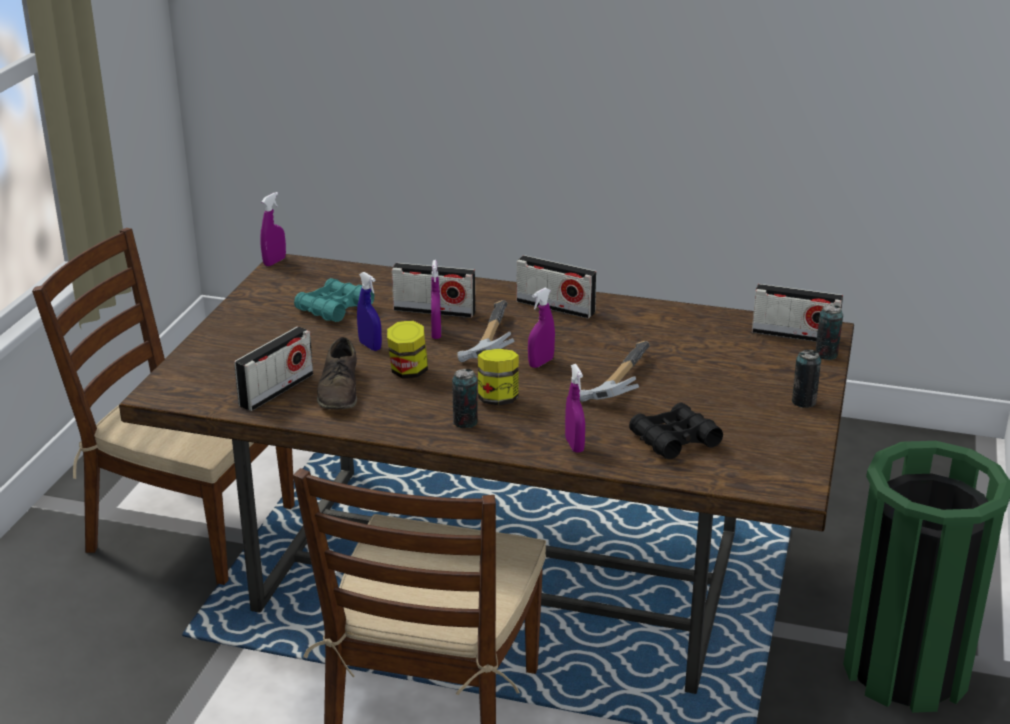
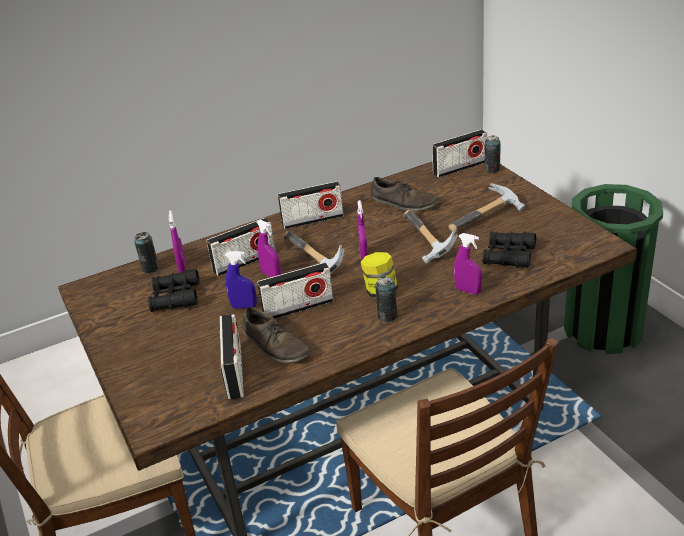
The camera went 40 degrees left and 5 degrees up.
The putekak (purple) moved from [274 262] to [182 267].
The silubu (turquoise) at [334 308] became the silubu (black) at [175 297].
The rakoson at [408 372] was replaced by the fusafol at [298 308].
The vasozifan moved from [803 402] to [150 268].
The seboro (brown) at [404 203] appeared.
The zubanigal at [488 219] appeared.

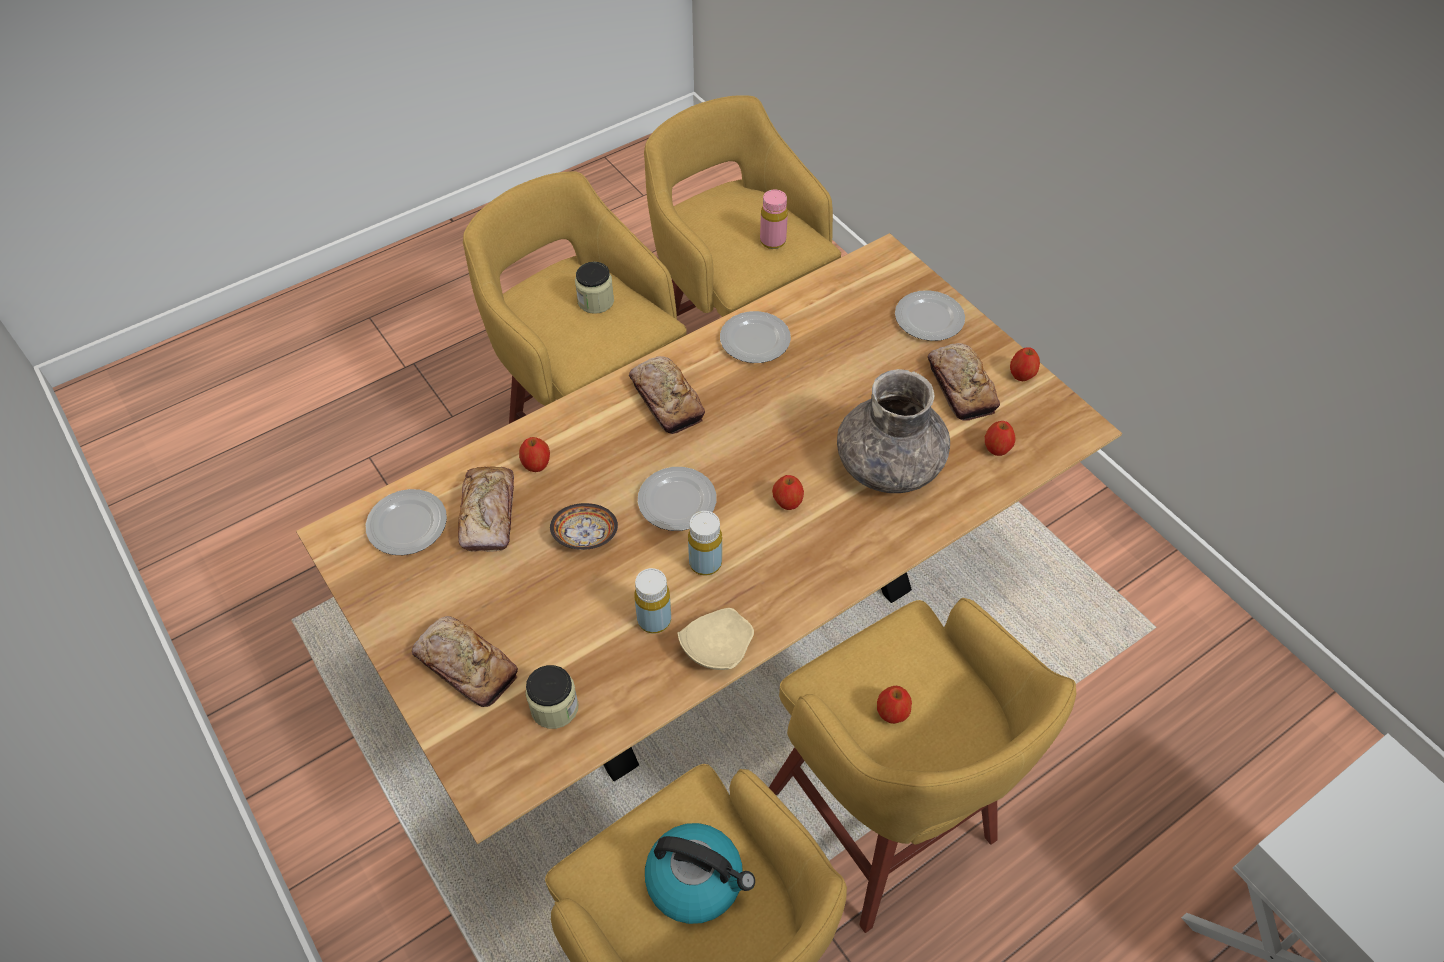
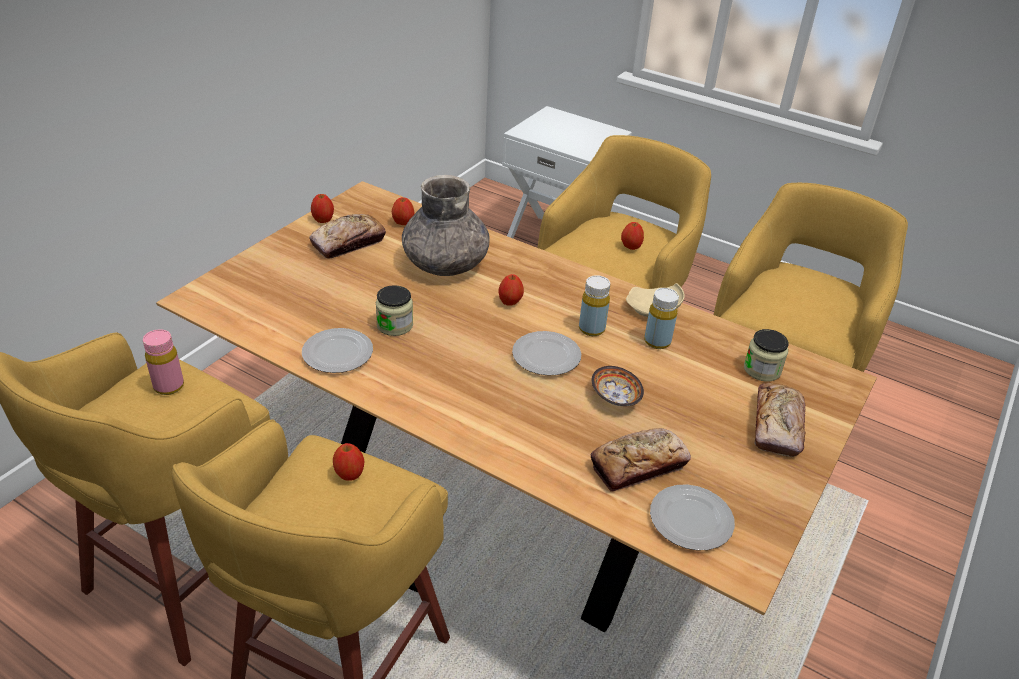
The camera went 115 degrees left and 15 degrees down.
The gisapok moved from [536 465] to [349 474].
The rakoson moved from [596 301] to [395 325].
The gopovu at [666 400] disappeared.
The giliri at [696 880] disappeared.
The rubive at [928 319] disappeared.

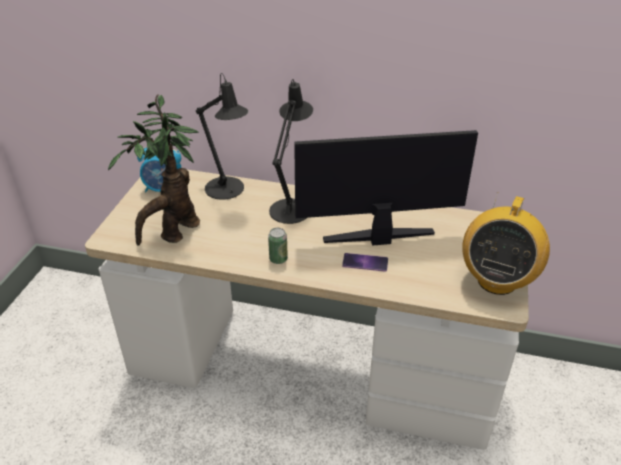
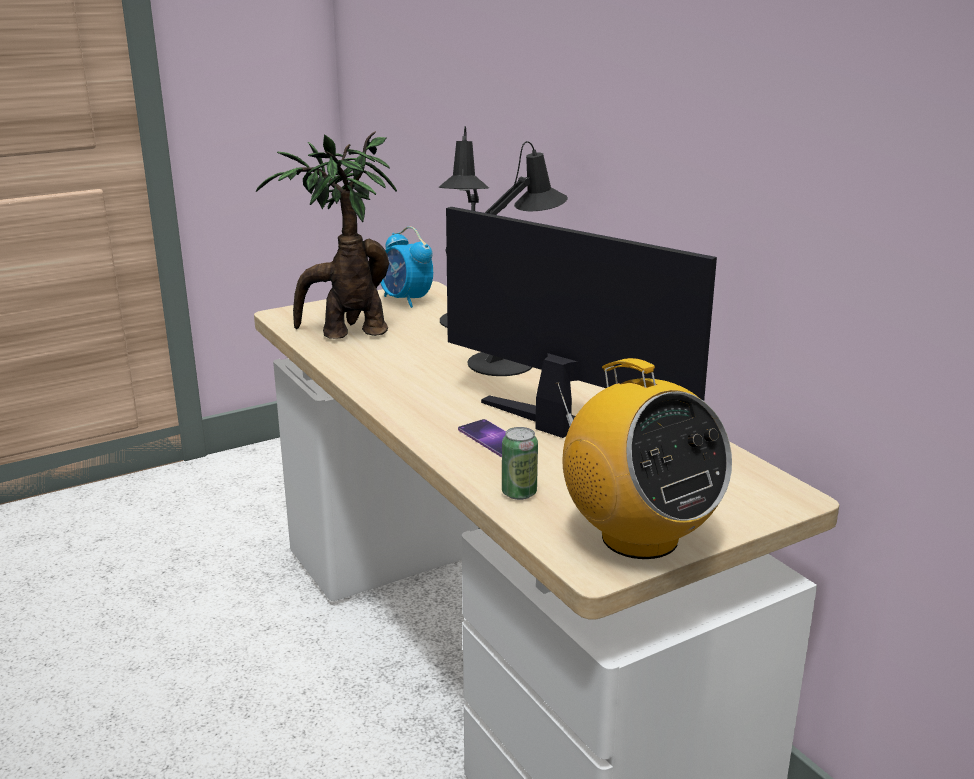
The camera went 45 degrees right and 15 degrees down.
The vasozifan moved from [278 259] to [519 493].
The fusafol at [496 280] turned 105 degrees counterclockwise.

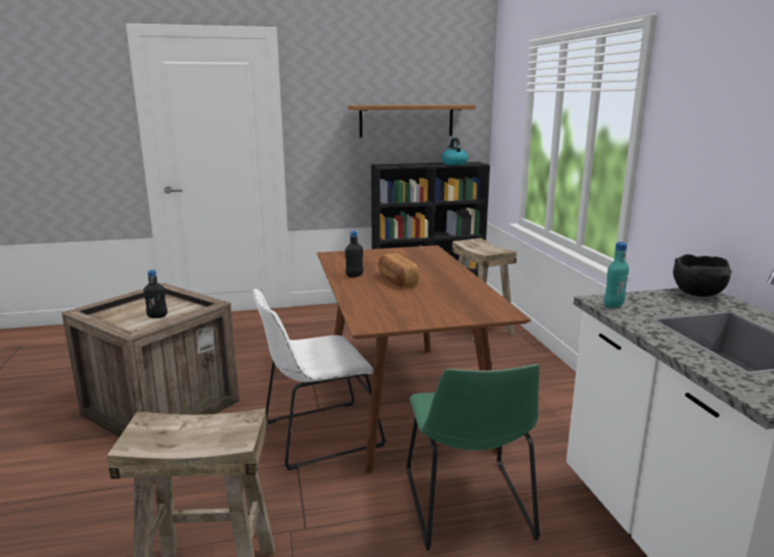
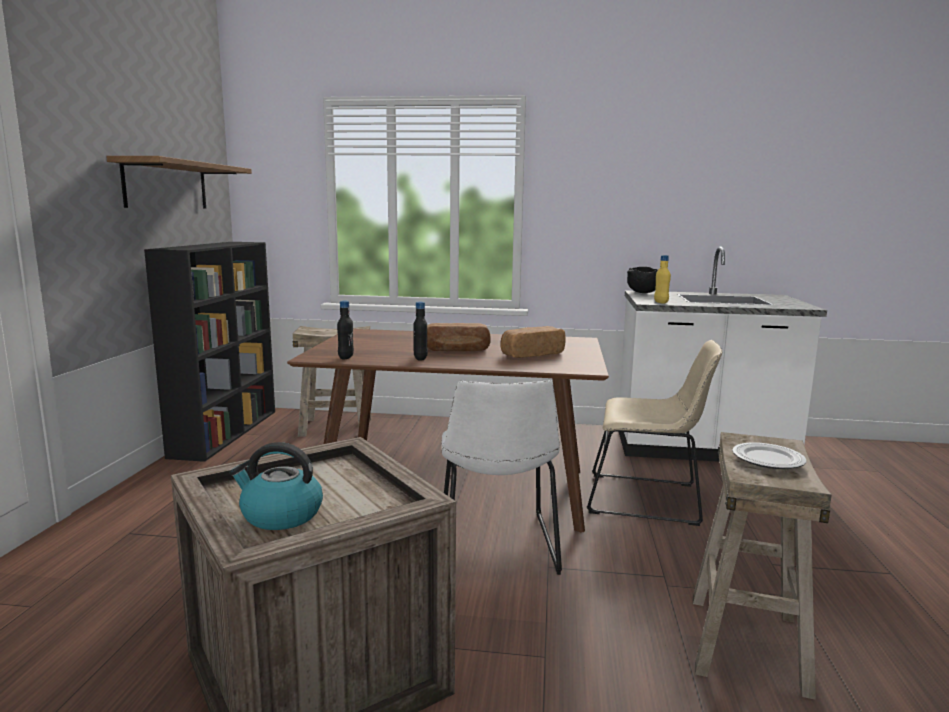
The camera went 70 degrees left and 5 degrees down.
The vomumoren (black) moved from [157 316] to [346 357].
The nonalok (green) at [468 508] became the nonalok (beige) at [649 499].
The giliri moved from [454 163] to [280 515].
The vomumoren (turquoise) at [613 305] became the vomumoren (yellow) at [661 302].
The gopovu at [531 354] appeared.
The rubive at [768 459] appeared.

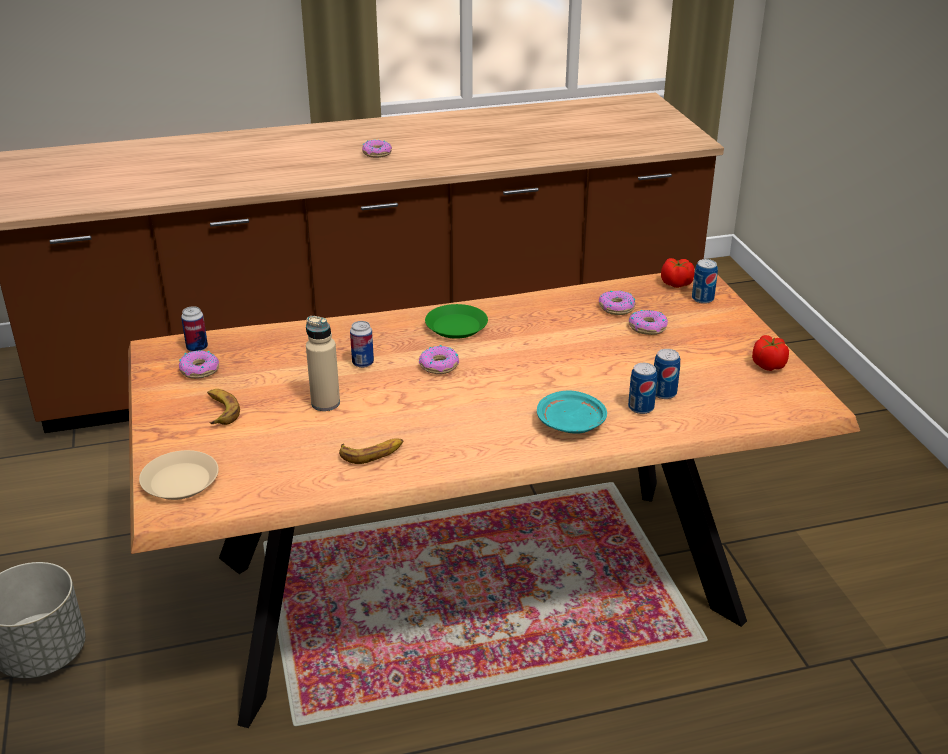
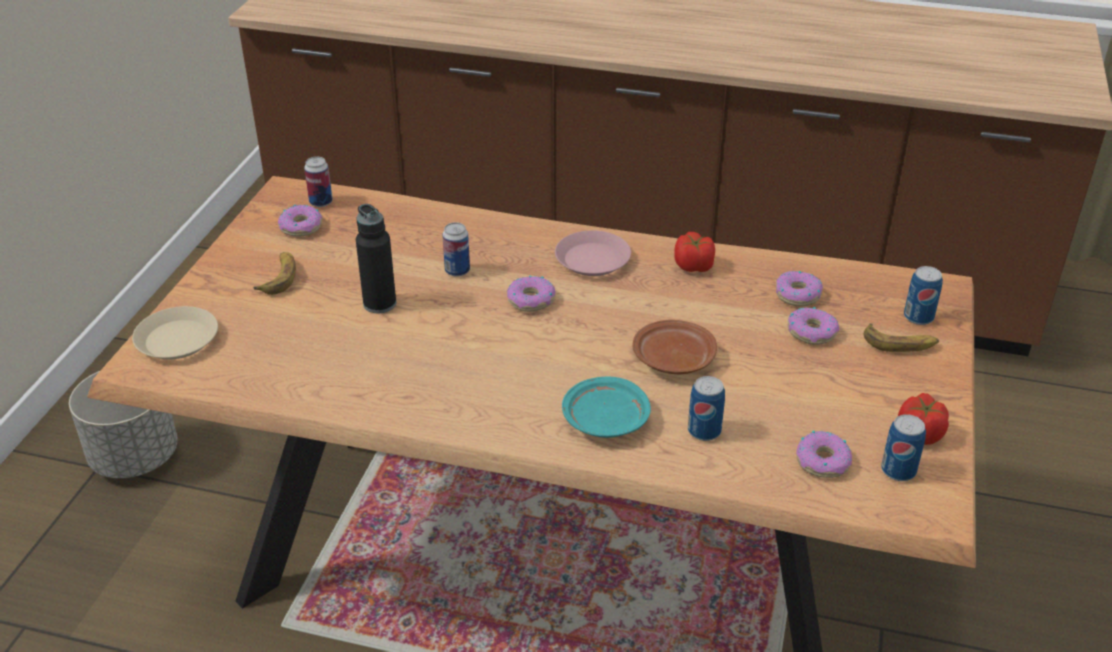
The camera went 30 degrees right and 5 degrees up.
The vomumoren (beige) at [325 403] became the vomumoren (black) at [379 304].
The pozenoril moved from [372 453] to [900 344].
The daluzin moved from [377 153] to [823 461].
The rubive (green) at [456 326] became the rubive (pink) at [593 260].
The vasozifan moved from [664 393] to [898 470].
The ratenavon moved from [676 284] to [694 266].
The rubive (brown) at [672 359] appeared.

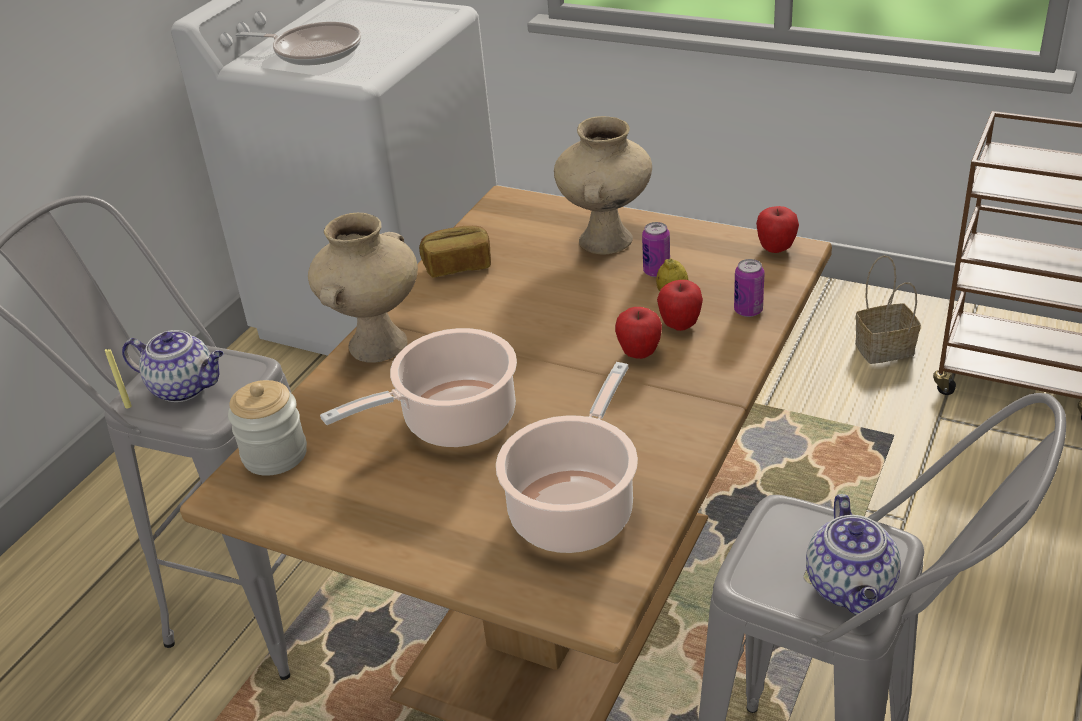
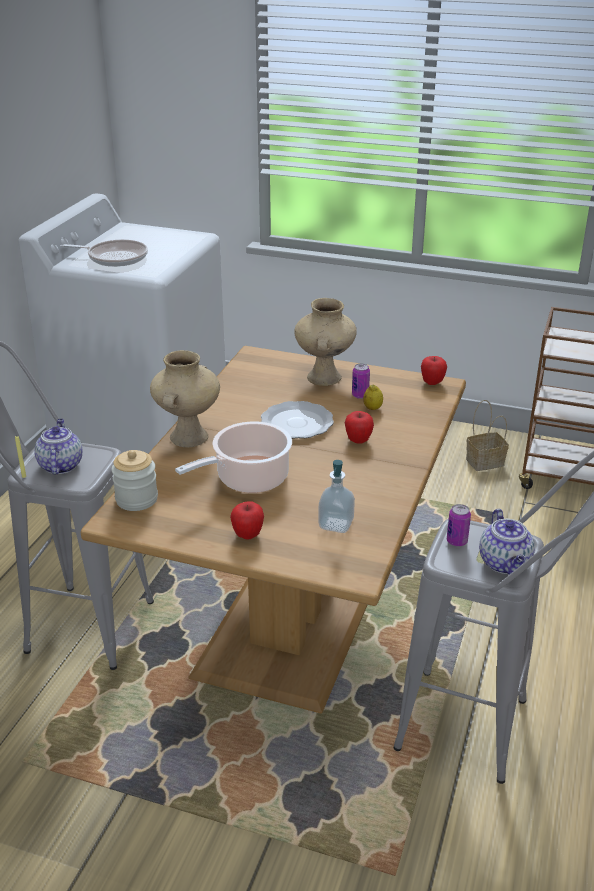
The camera went 10 degrees left and 5 degrees down.
The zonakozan at [185 387] turned 105 degrees counterclockwise.
The gopovu at [458 265] disappeared.
The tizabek at [575 508] was replaced by the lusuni at [336 524].
The gisapok moved from [680 325] to [248 535].
The vasozifan moved from [748 310] to [456 541].
The rubive at [297 423] appeared.

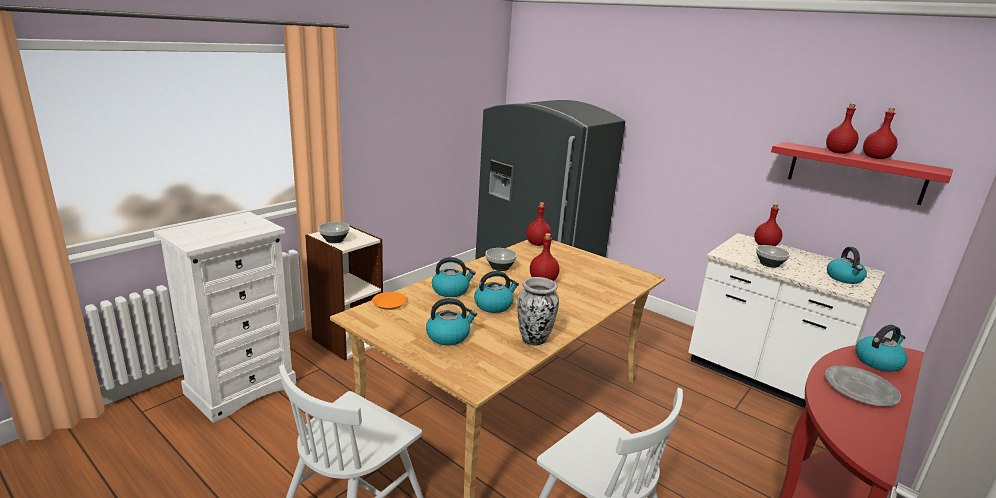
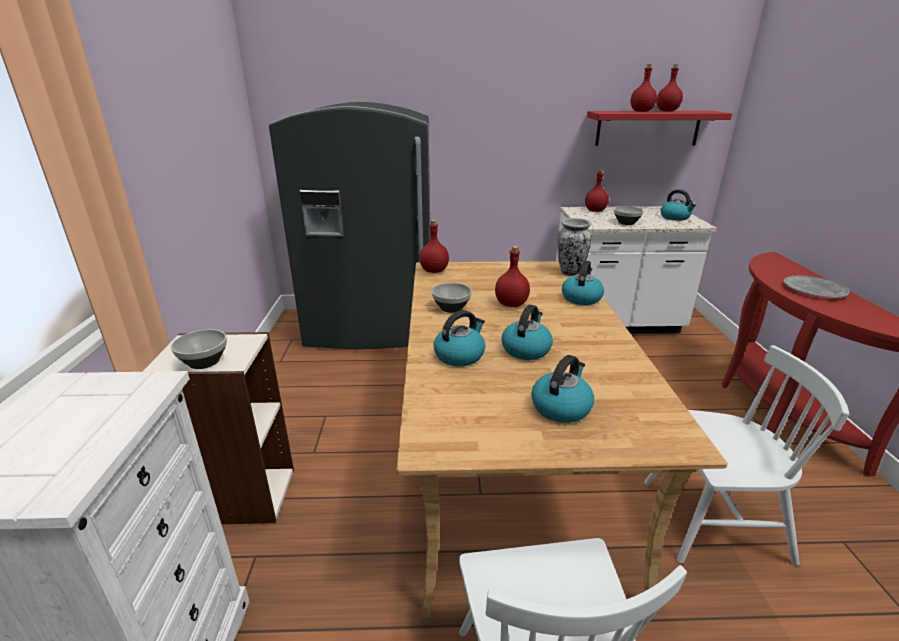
The camera went 40 degrees left and 5 degrees up.
The rubive (orange) at [389 303] disappeared.
The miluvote moved from [534 340] to [570 272].
The giliri moved from [878 361] to [581 298].

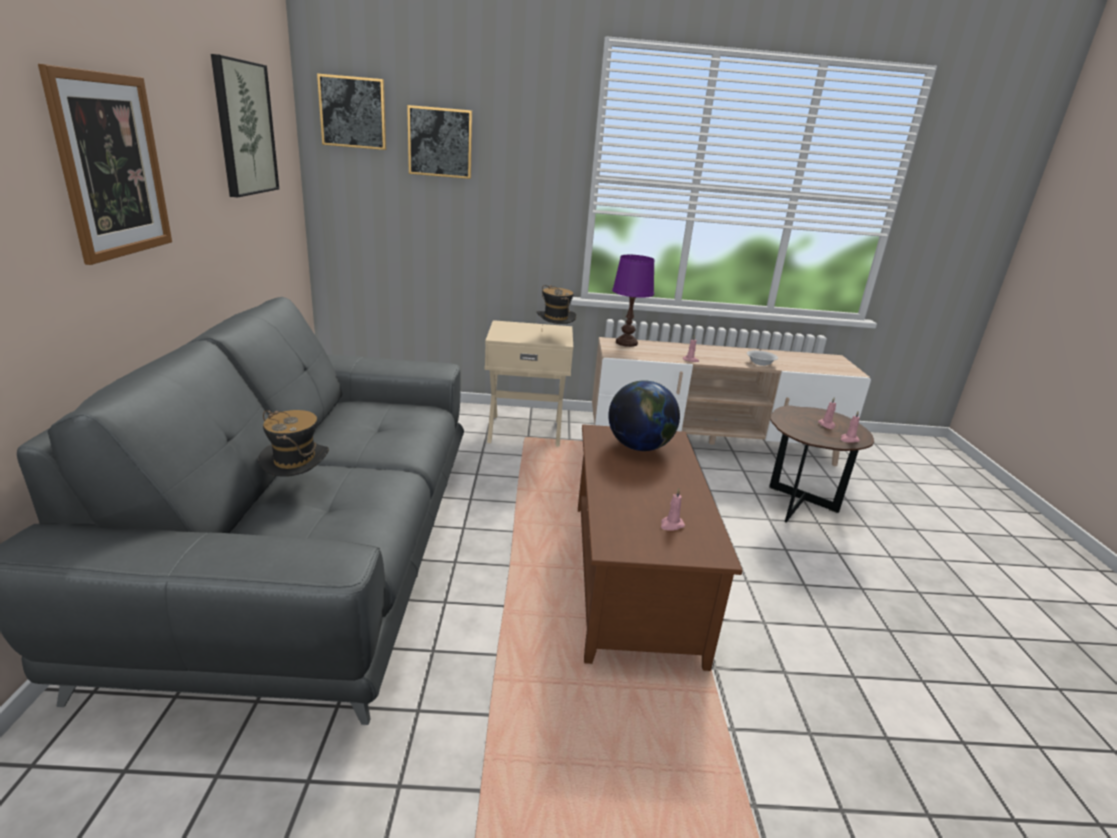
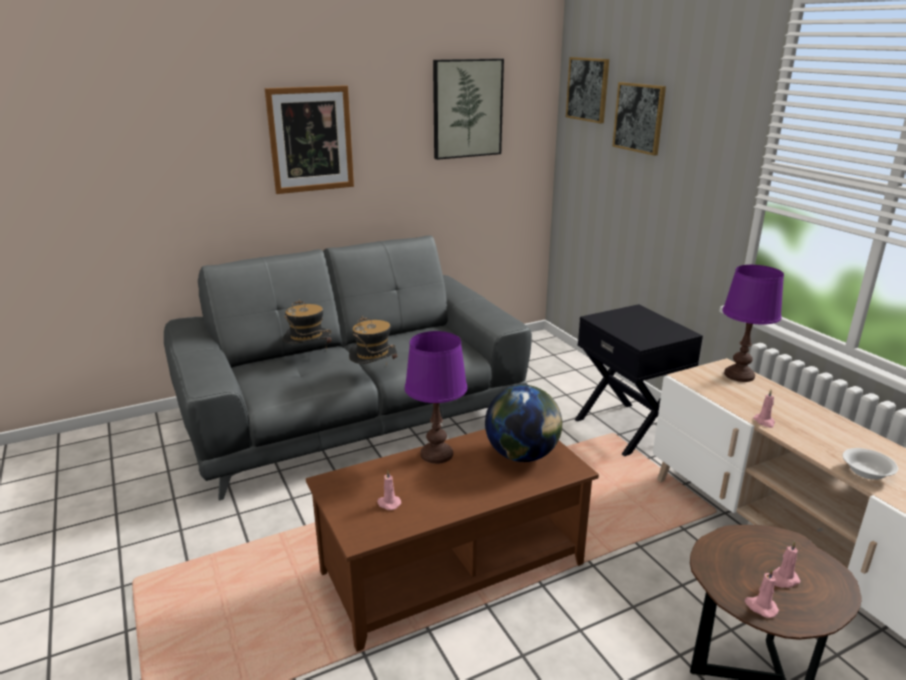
The camera went 65 degrees right and 0 degrees up.
The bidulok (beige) at [525 430] became the bidulok (black) at [628 428].
The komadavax moved from [554 338] to [374 375].
The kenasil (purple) at [437 454] appeared.

